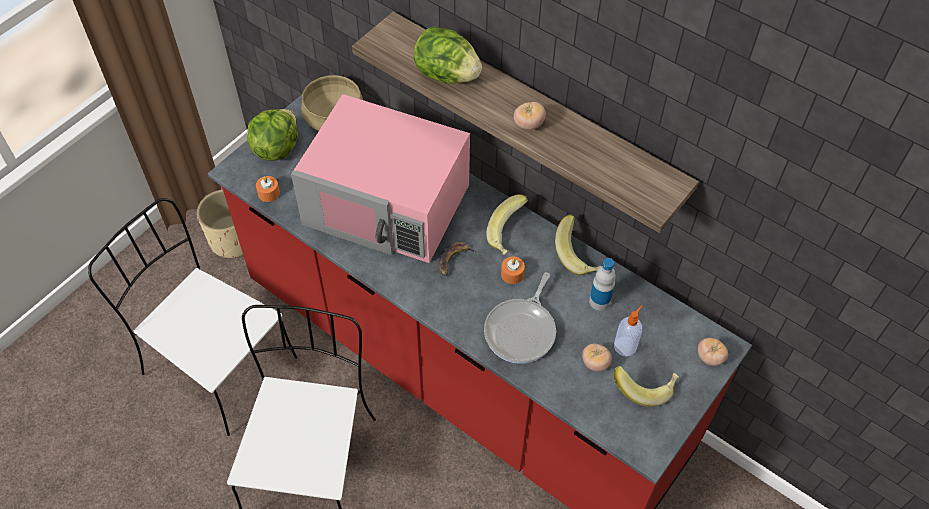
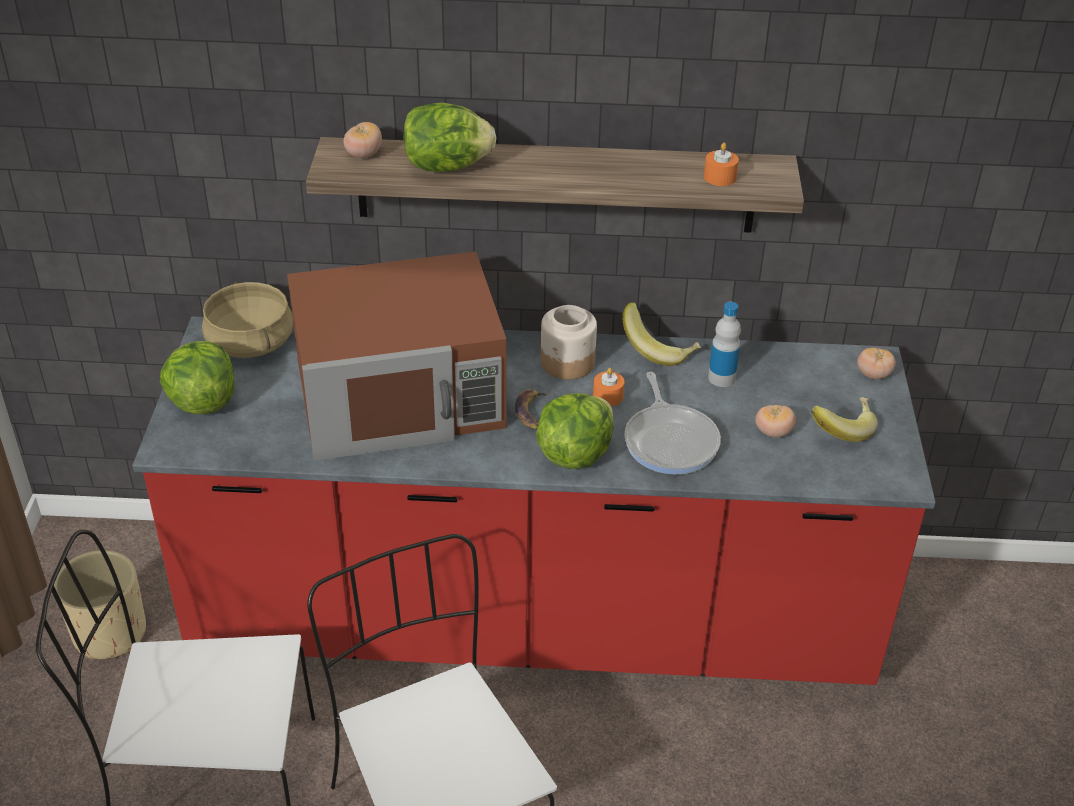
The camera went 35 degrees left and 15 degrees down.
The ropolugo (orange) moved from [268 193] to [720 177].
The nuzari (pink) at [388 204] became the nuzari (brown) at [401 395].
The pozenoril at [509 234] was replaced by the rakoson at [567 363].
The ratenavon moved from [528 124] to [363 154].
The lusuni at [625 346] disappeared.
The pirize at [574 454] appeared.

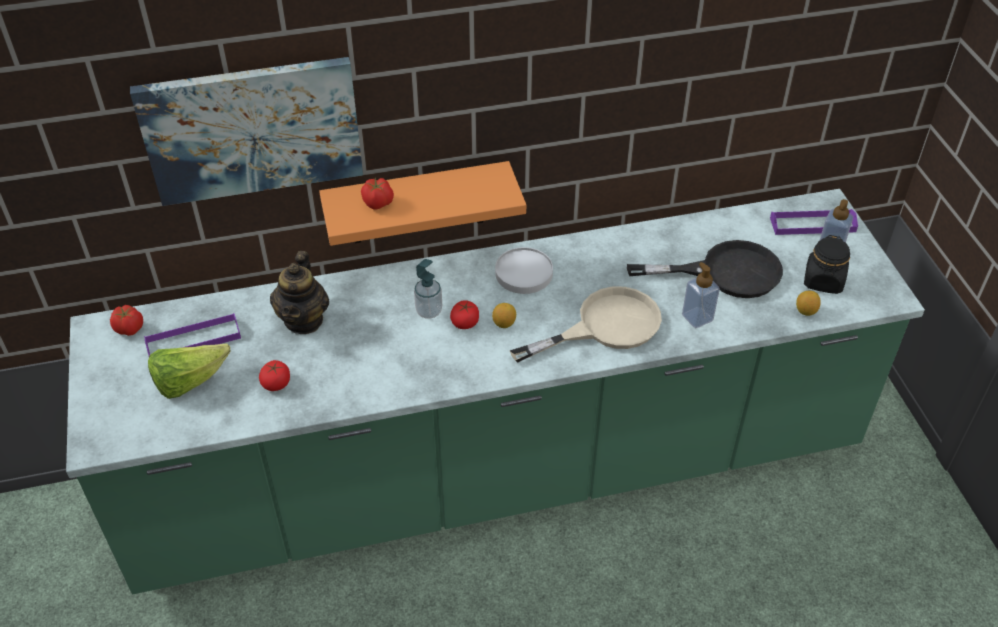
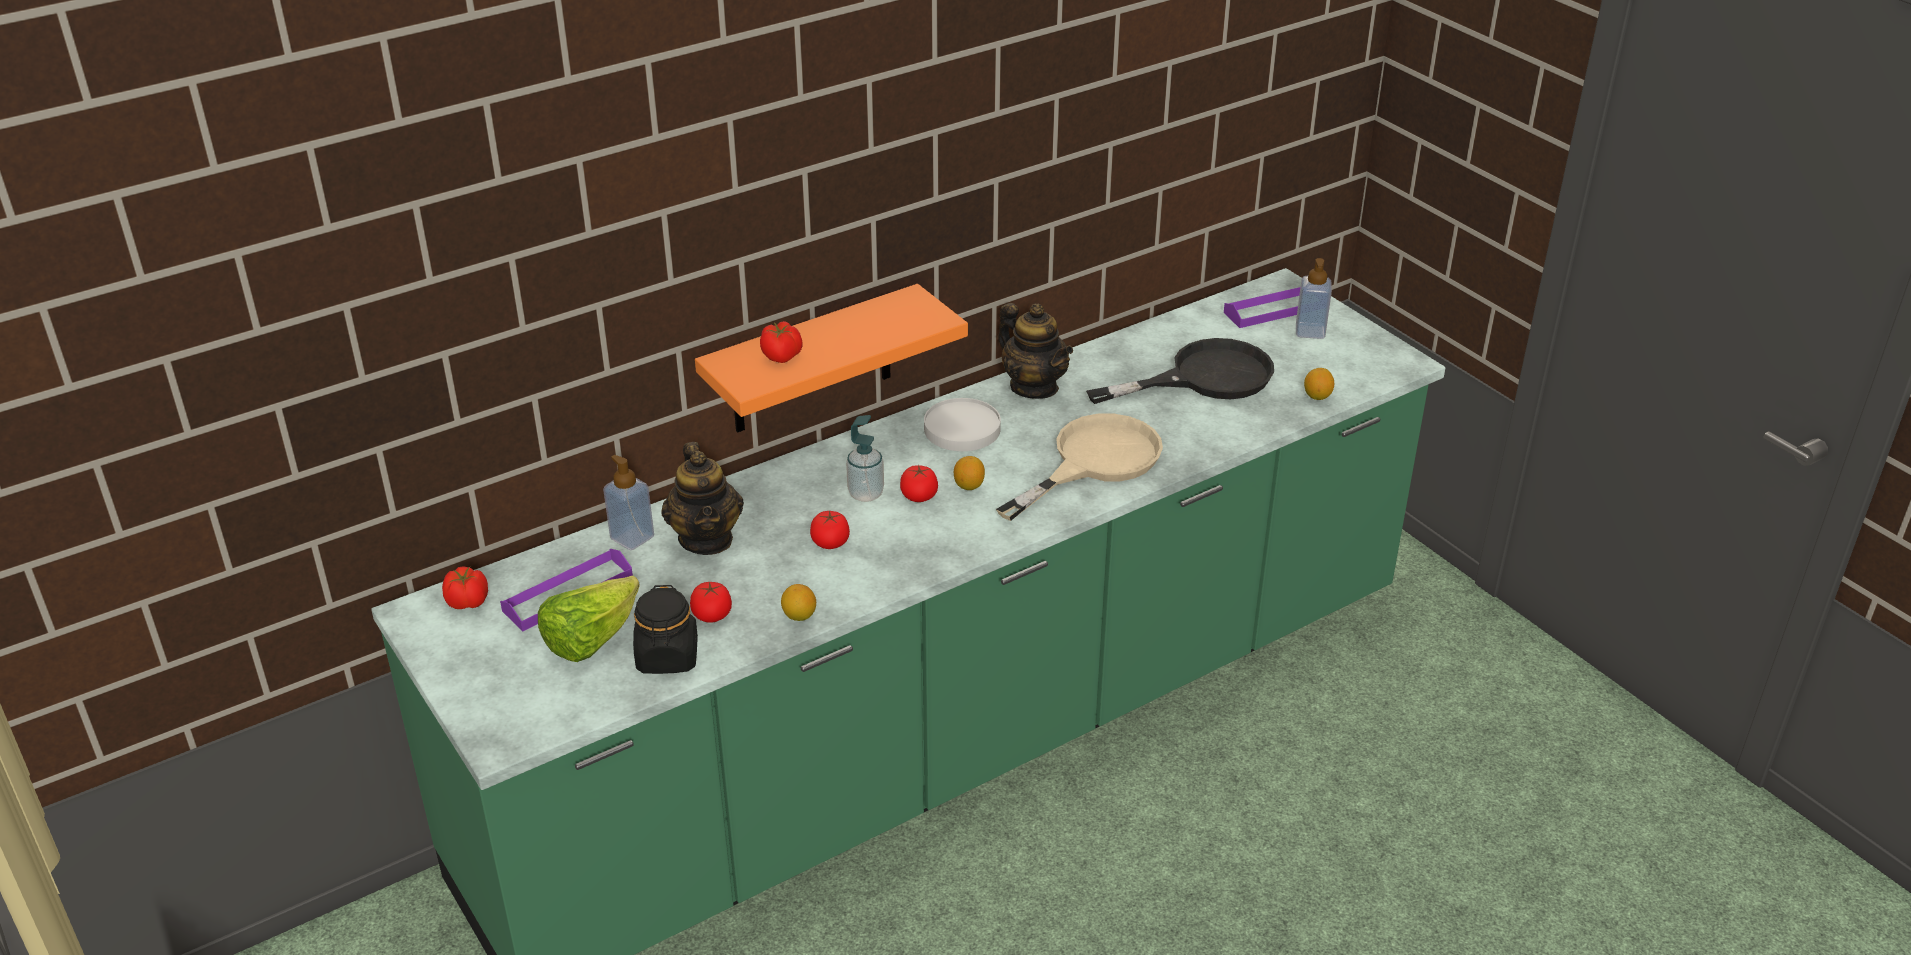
The camera went 20 degrees left and 10 degrees down.
The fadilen at [252 129] disappeared.
The lusuni moved from [697 317] to [632 538].
The rakoson (black) moved from [823 281] to [667 657].
The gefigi at [799 616] appeared.
The ratenavon at [830 541] appeared.
The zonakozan at [1034 387] appeared.

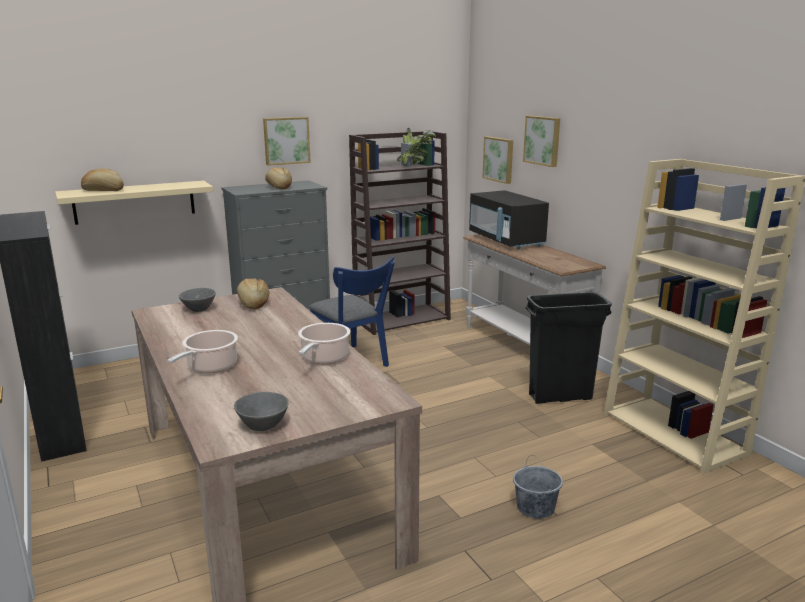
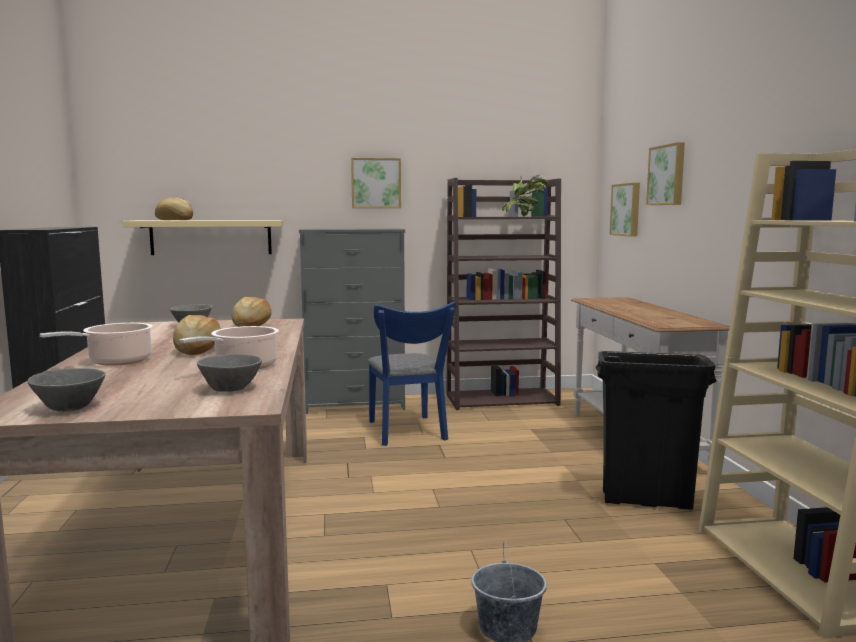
The camera went 20 degrees right and 10 degrees down.
The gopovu moved from [278 187] to [197 350].
The nuzari (black) at [506 240] disappeared.
The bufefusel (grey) at [232 389] appeared.

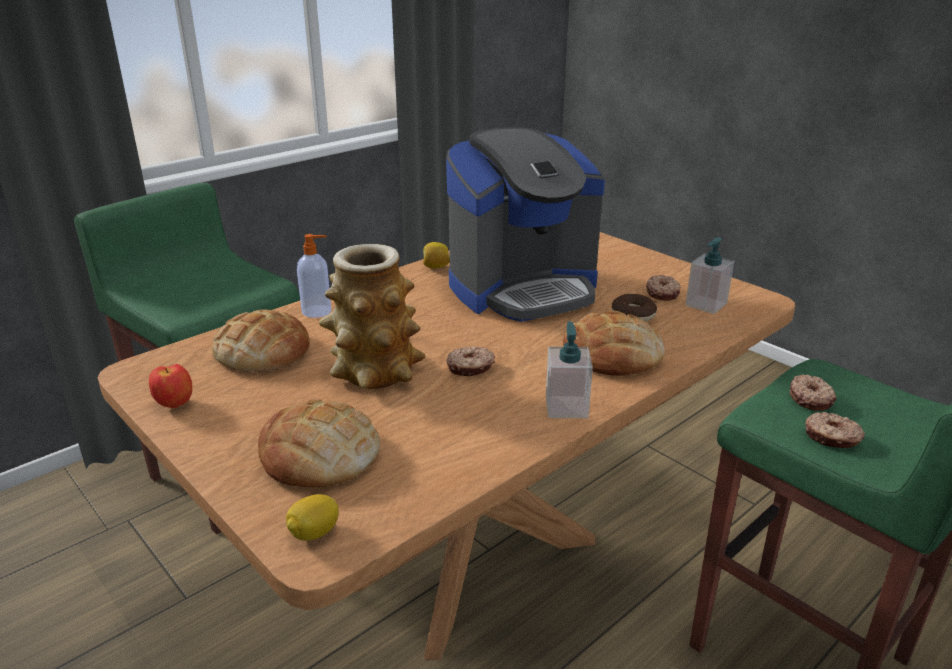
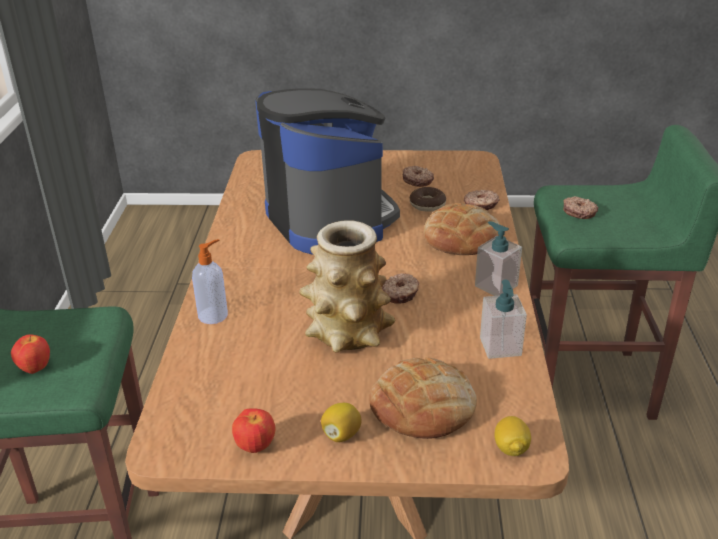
The camera went 45 degrees left and 5 degrees up.
The gopovu at [263 351] disappeared.
The gefigi moved from [436 267] to [341 434].
The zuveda at [523 289] turned 45 degrees counterclockwise.
The lusuni moved from [706 304] to [500 347].
The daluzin moved from [831 438] to [481 205].
The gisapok at [35 368] appeared.

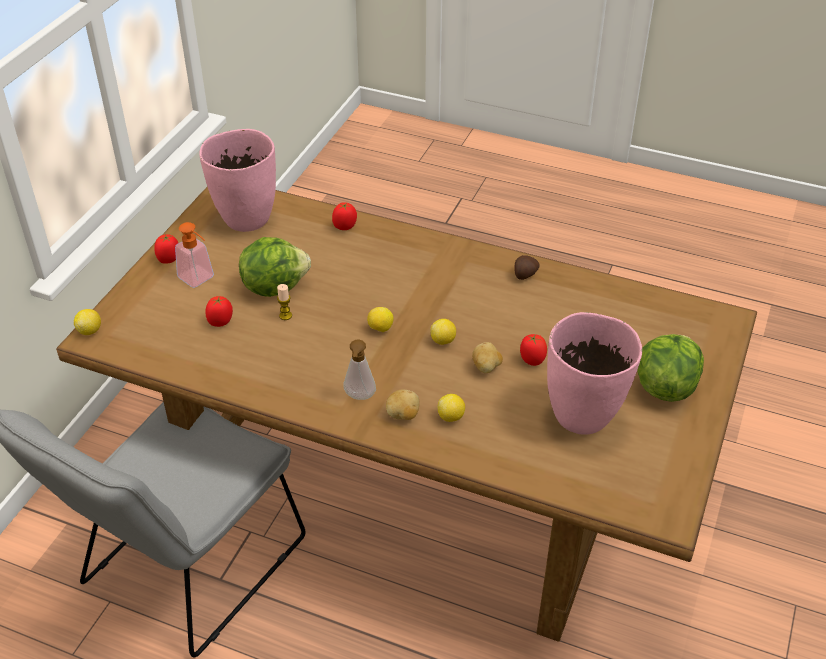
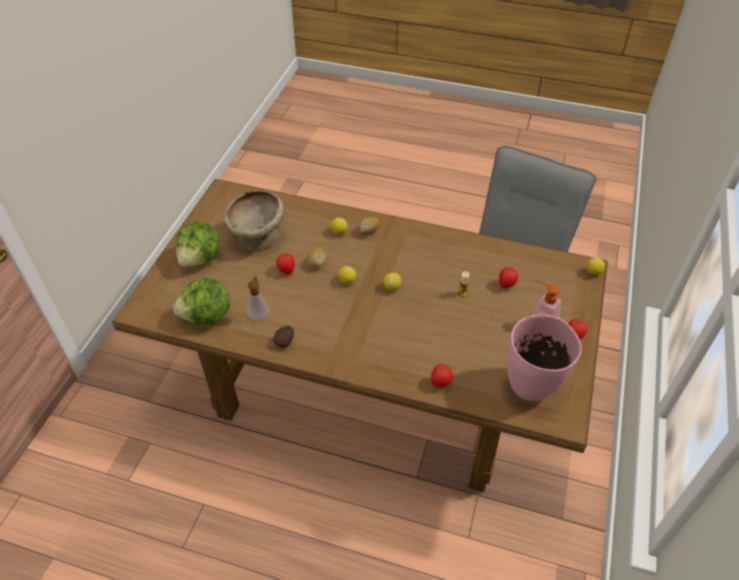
The camera went 175 degrees right and 5 degrees up.
The pirize moved from [274 286] to [207 317].
The lusuni moved from [359 397] to [259 316].
The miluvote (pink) at [583 415] was replaced by the bufefusel (beige) at [258 238].

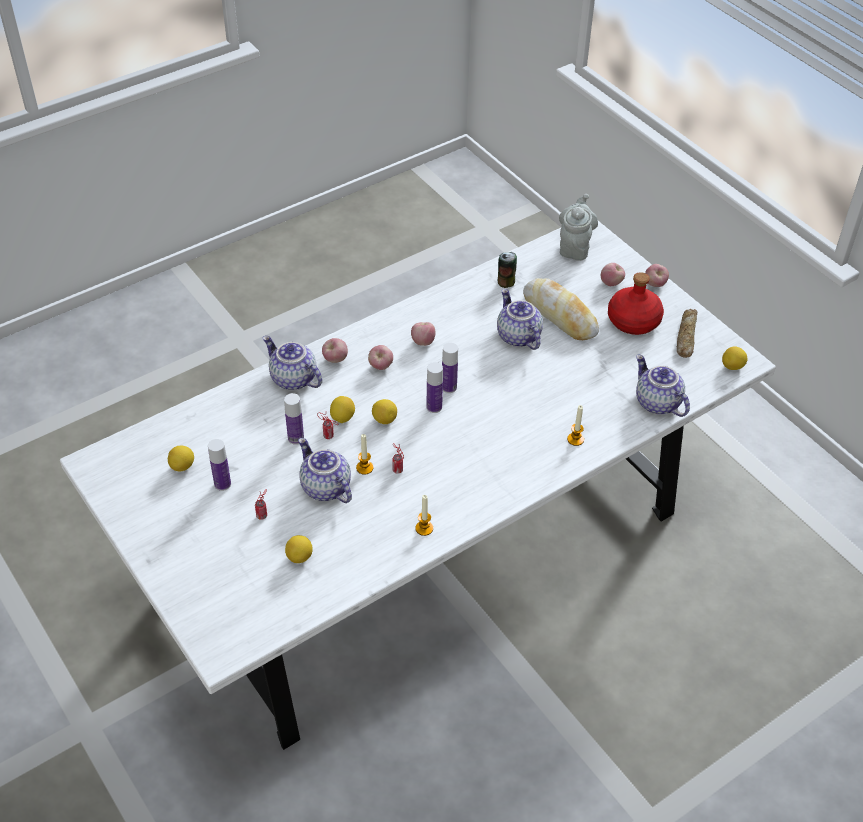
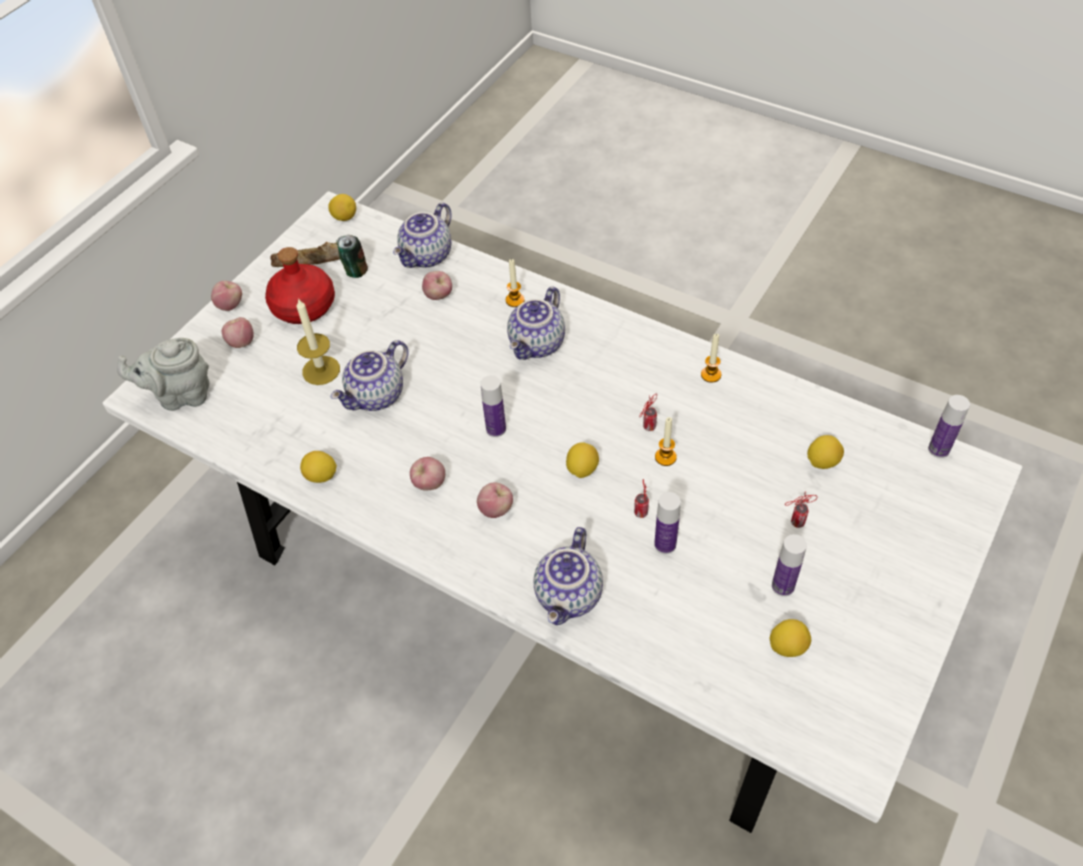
The camera went 110 degrees left and 5 degrees up.
The zonakozan moved from [324 488] to [538 345].
The gisapok moved from [335 359] to [439 296].
The gefigi moved from [342 417] to [321 476].
The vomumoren moved from [434 407] to [938 449].
The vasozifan moved from [506 282] to [355 271].
The gopovu at [560 315] was replaced by the ropolugo at [321 370].

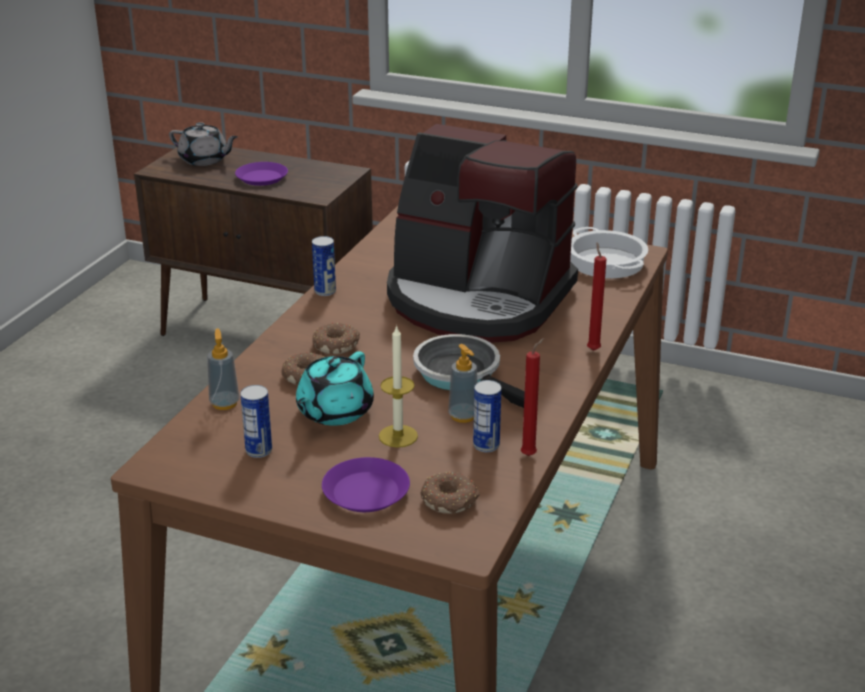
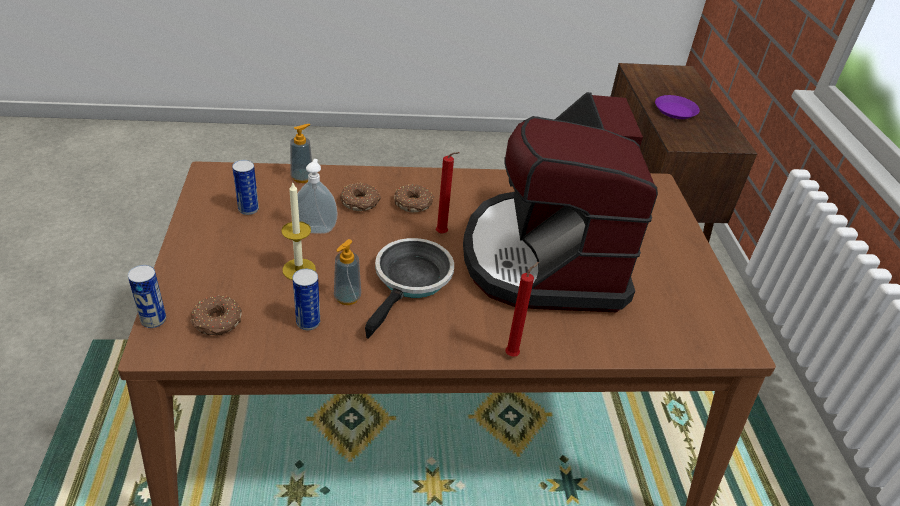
The camera went 60 degrees right and 10 degrees up.
The zonakozan (grey) at [204 160] disappeared.
The zonakozan (turquoise) at [334 412] was replaced by the lusuni at [316 228].
The vasozifan moved from [325 291] to [153 320].
The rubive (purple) at [366 492] disappeared.
The ropolugo (red) moved from [530 455] to [443 234].
The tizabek at [607 262] disappeared.

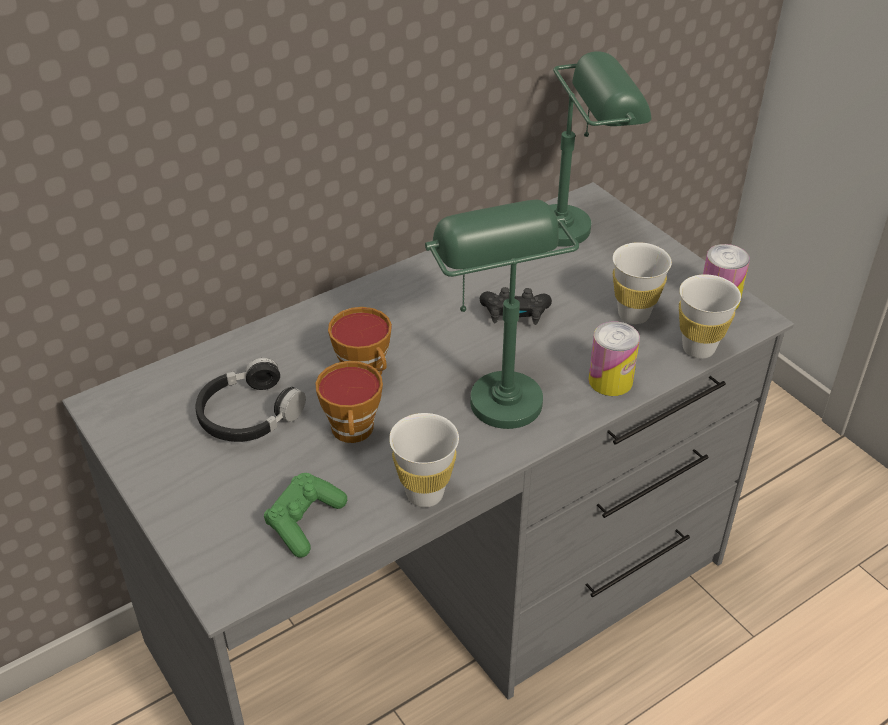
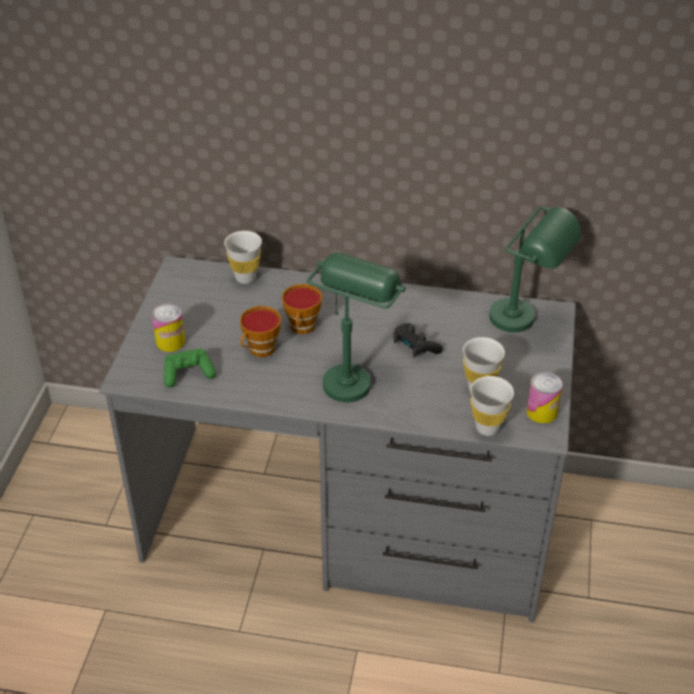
The camera went 45 degrees right and 0 degrees up.
The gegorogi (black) at [249 414] disappeared.
The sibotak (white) moved from [425 494] to [245 278].
The vasozifan moved from [610 380] to [170 342].

